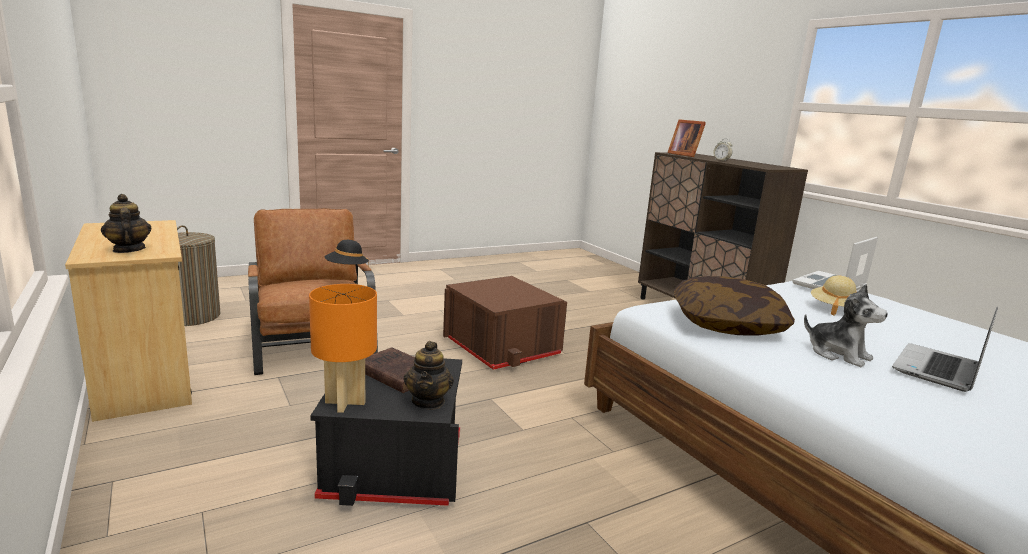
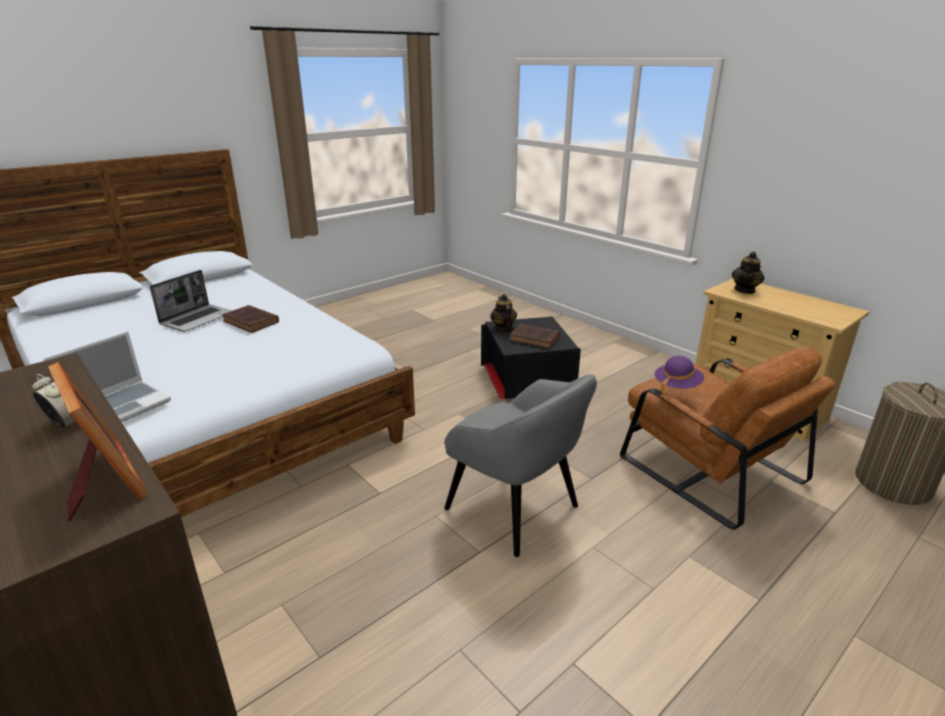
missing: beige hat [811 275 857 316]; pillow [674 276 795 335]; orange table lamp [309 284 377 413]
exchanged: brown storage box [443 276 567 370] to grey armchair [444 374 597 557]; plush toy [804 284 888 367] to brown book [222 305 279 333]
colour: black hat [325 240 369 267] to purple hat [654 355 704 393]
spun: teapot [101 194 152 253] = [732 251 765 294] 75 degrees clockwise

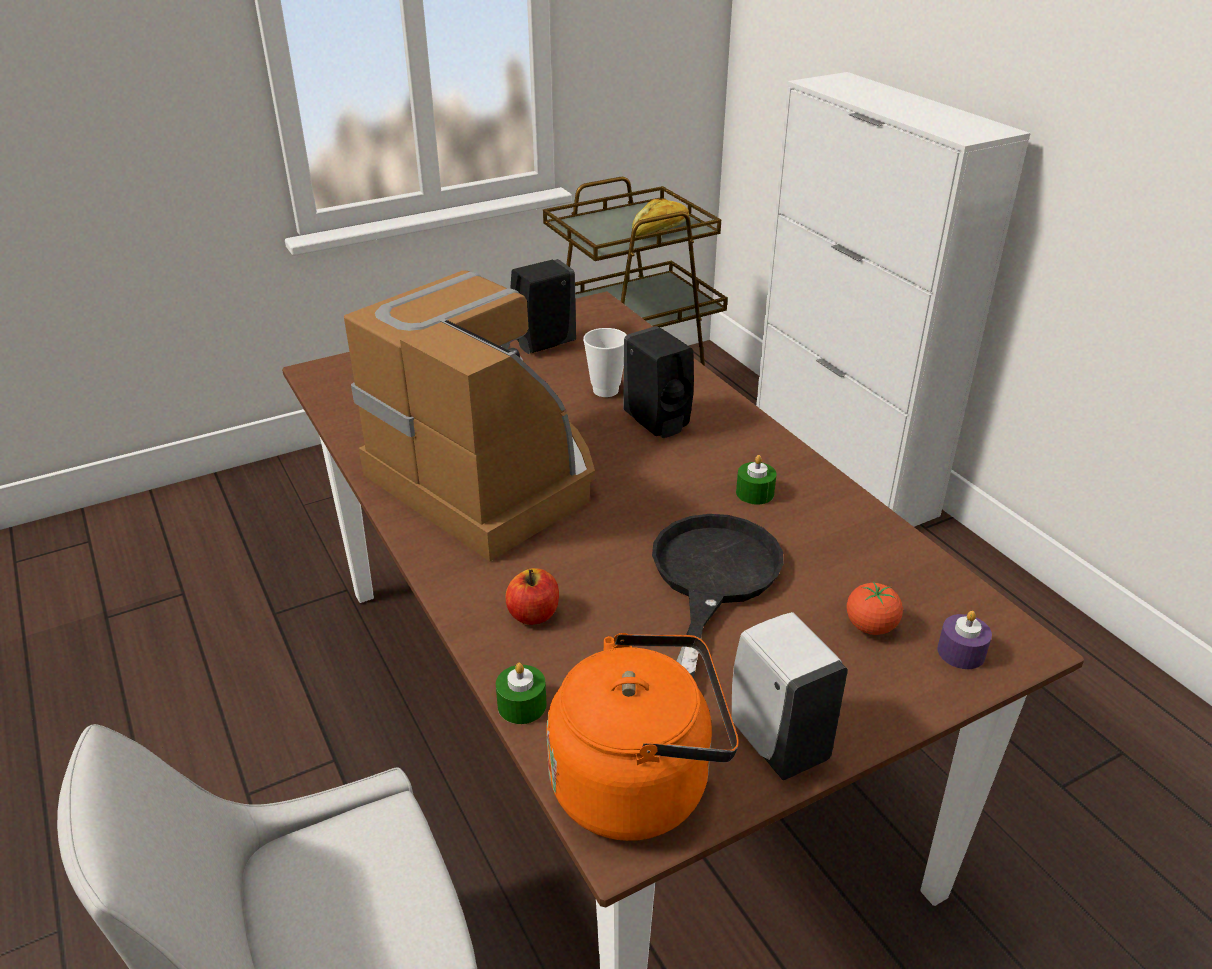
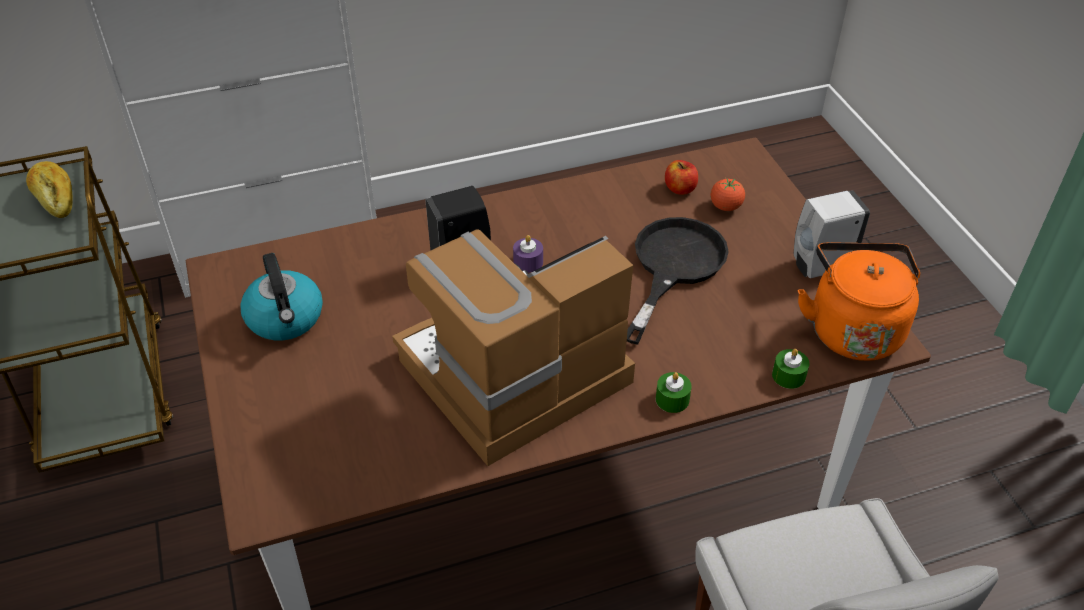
missing: cup [583 328 627 397]
relocated: green candle [736 455 777 505] to [656 372 692 413]; apple [506 568 559 625] to [665 160 698 195]; purple candle [937 611 992 669] to [513 235 543 273]
exchanged: black soap dispenser [511 259 576 354] to kettle [240 253 323 340]
spun: black frying pan [652 514 784 679] = [627 217 729 345] 90 degrees clockwise

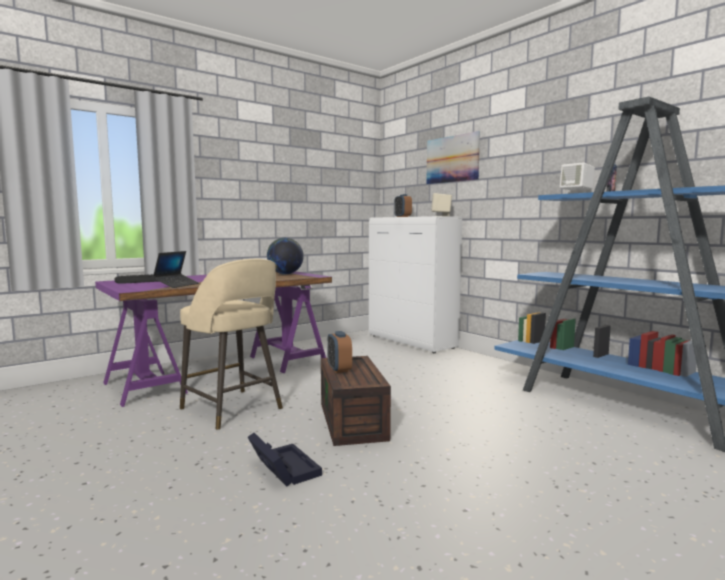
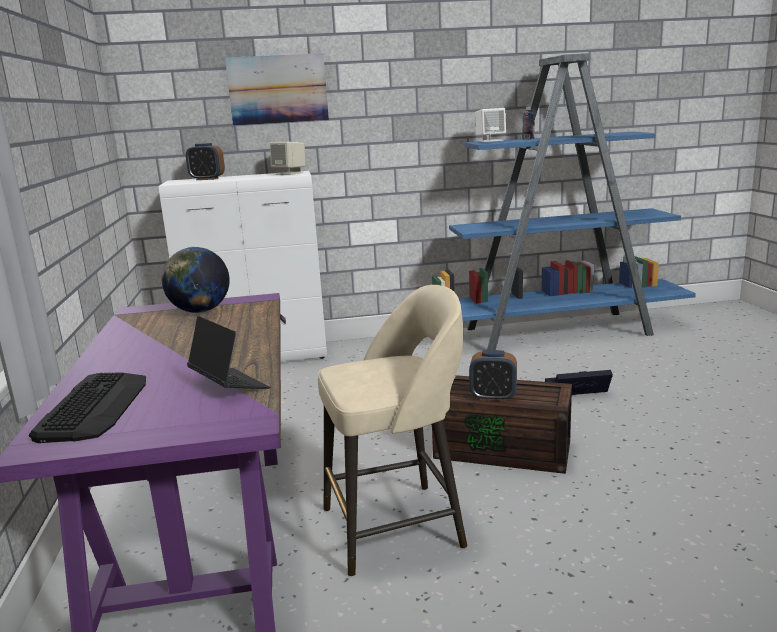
relocated: black storage box [248 433 322 487] to [545 370 613 395]

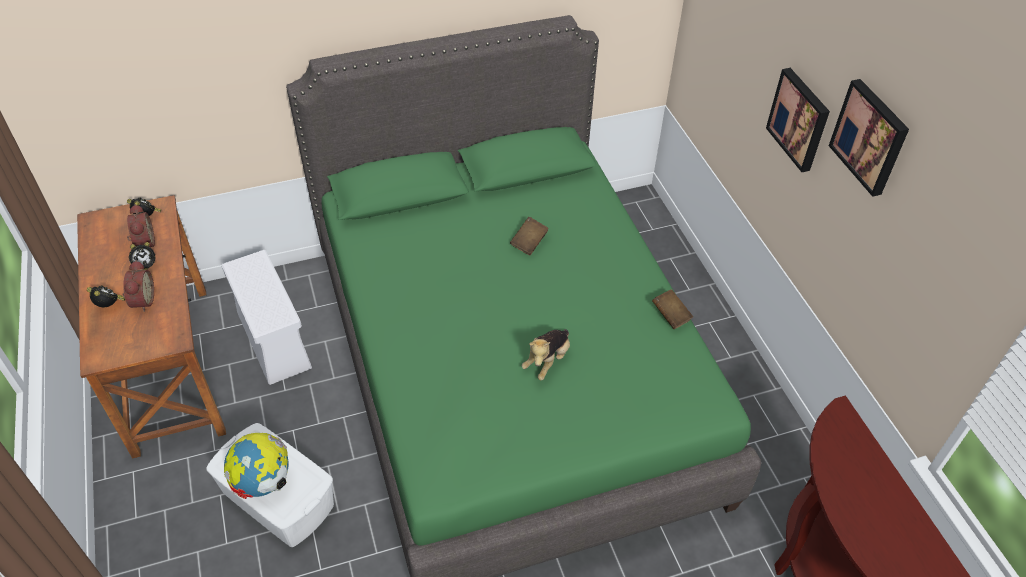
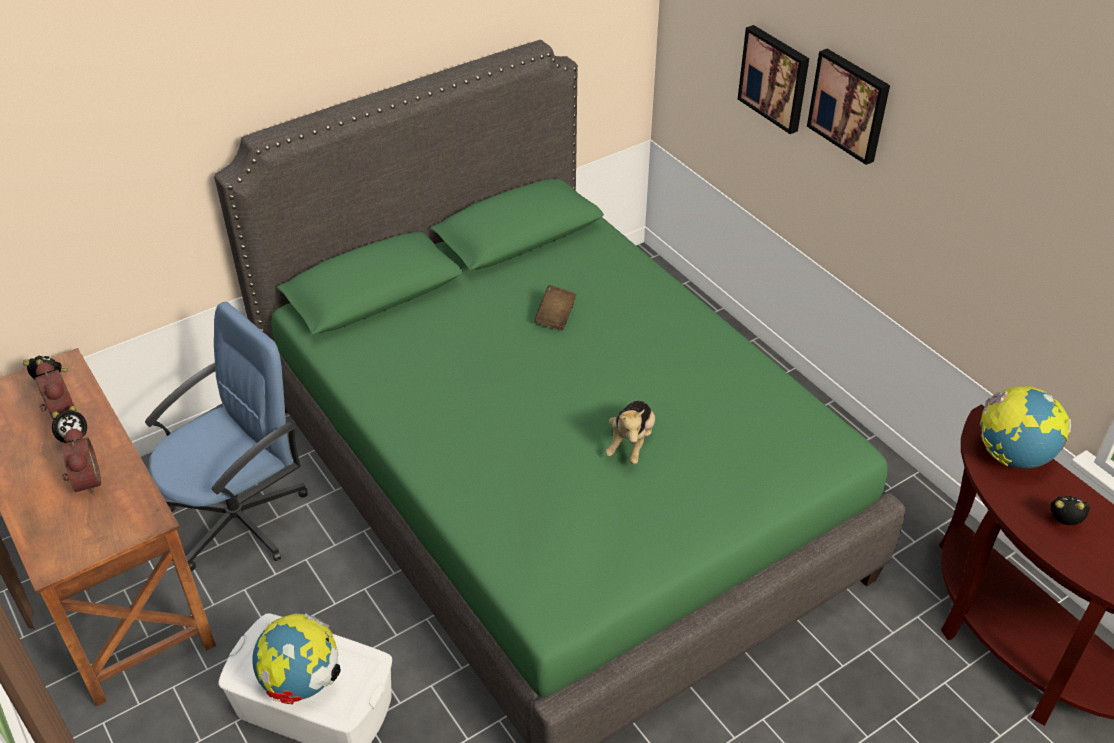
missing: brown book [652 289 693 329]
appeared: globe [980 386 1071 469]
relocated: picture [829 79 909 197] to [738 25 809 134]; alarm clock [87 285 125 307] to [1051 495 1090 525]
exchanged: white storage box [222 250 312 385] to blue office chair [145 302 308 571]

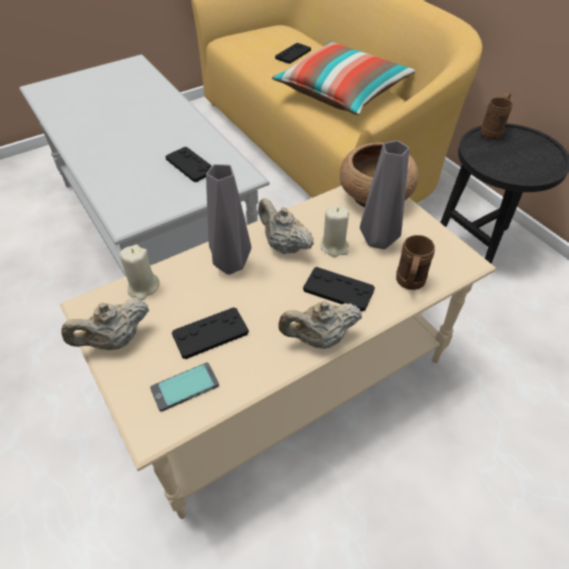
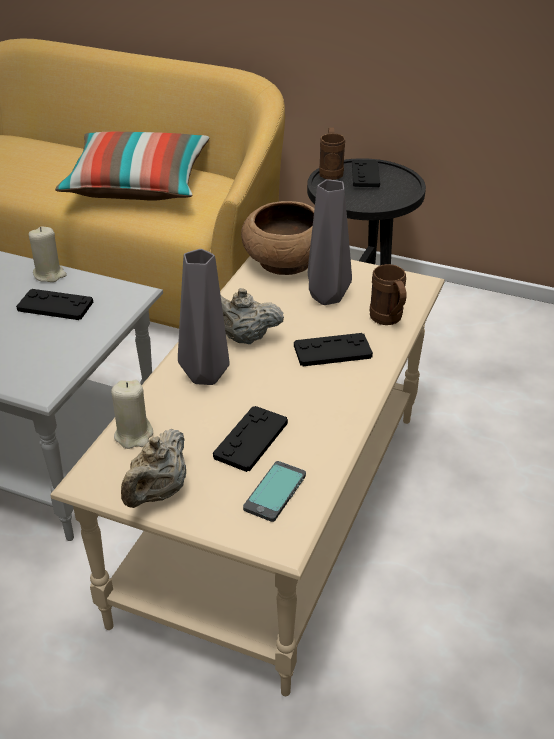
missing: beige teapot [279 301 362 349]
relocated: black game controller [275 43 311 64] to [352 160 380 187]; beige candle [321 205 349 257] to [29 227 67 282]

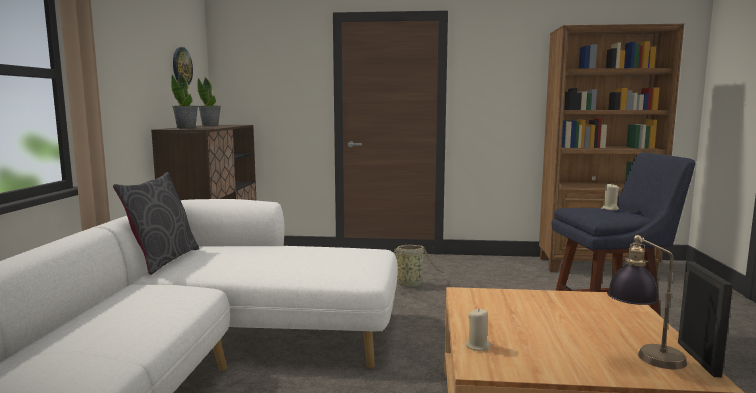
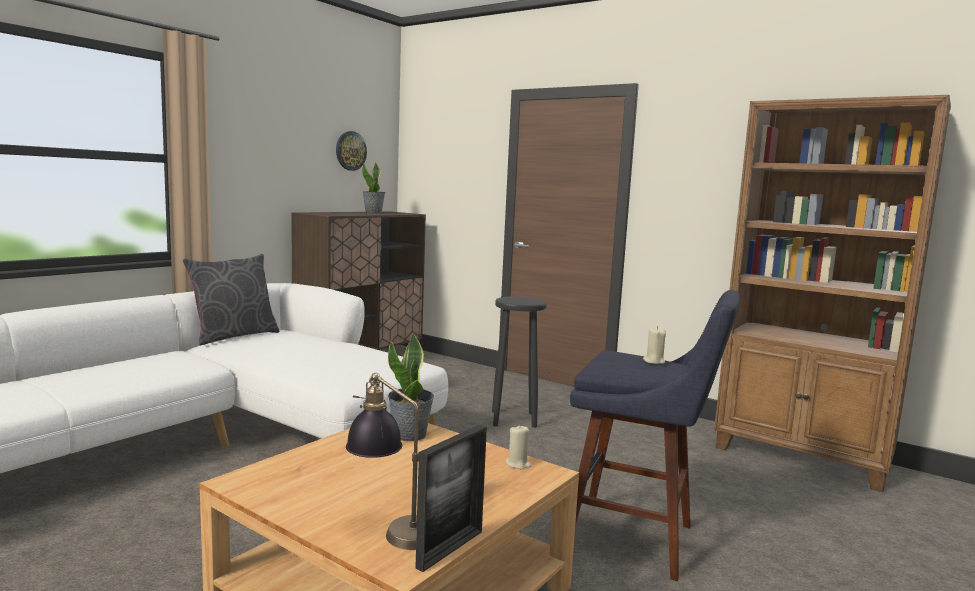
relocated: potted plant [171 73 198 129] to [388 332 434 441]; beige candle [465 308 491 351] to [506 425 531 469]
exchanged: basket [394 245 444 287] to black stool [492 296 547 428]

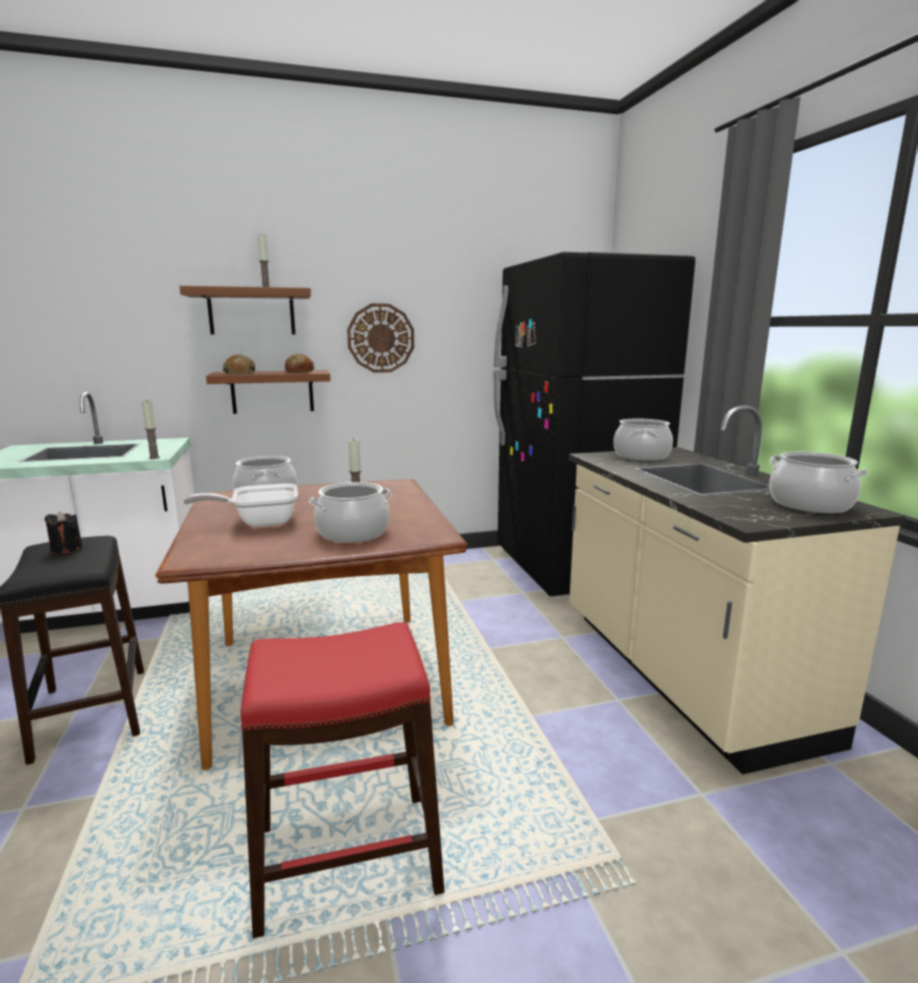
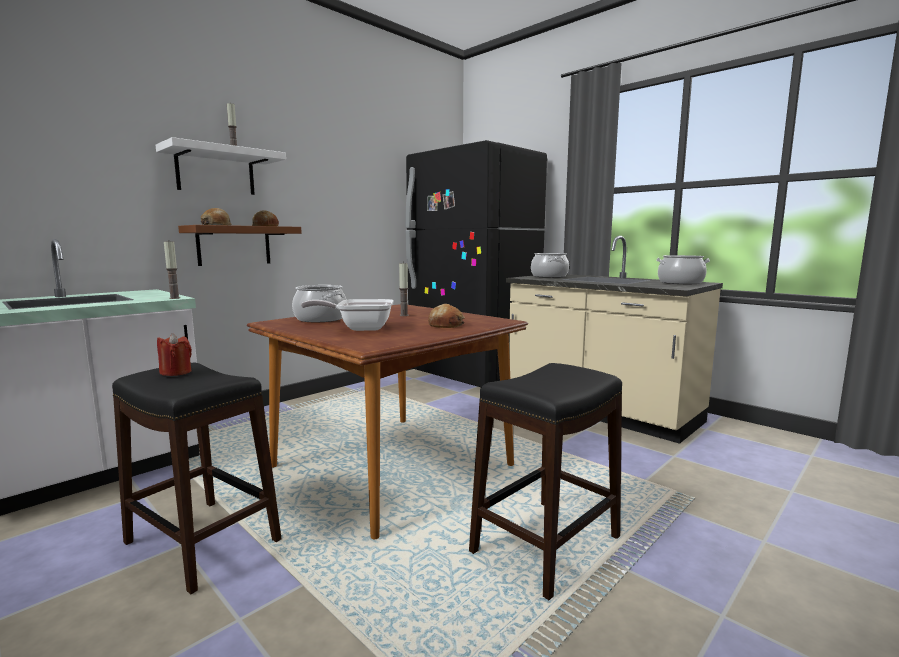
missing: wall clock [347 303 414 373]
exchanged: cooking pot [309 482 392 543] to bread [428 304 465 328]
colour: brown shelf [180 286 311 335] to white shelf [156 137 286 195]; black candle [45 512 82 554] to red candle [157 333 192 376]; red stool [241 622 445 938] to black stool [469 363 622 600]
spun: frying pan [183 483 298 527] = [301 299 394 331] 45 degrees clockwise

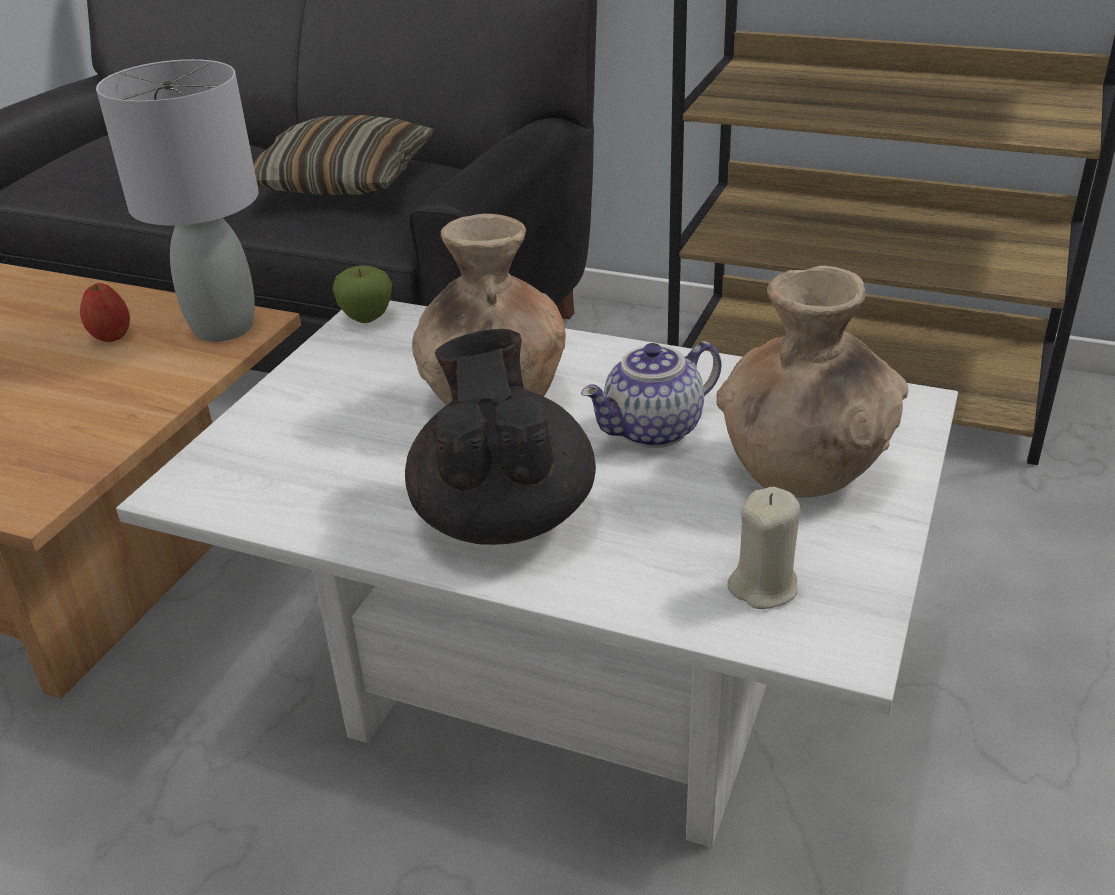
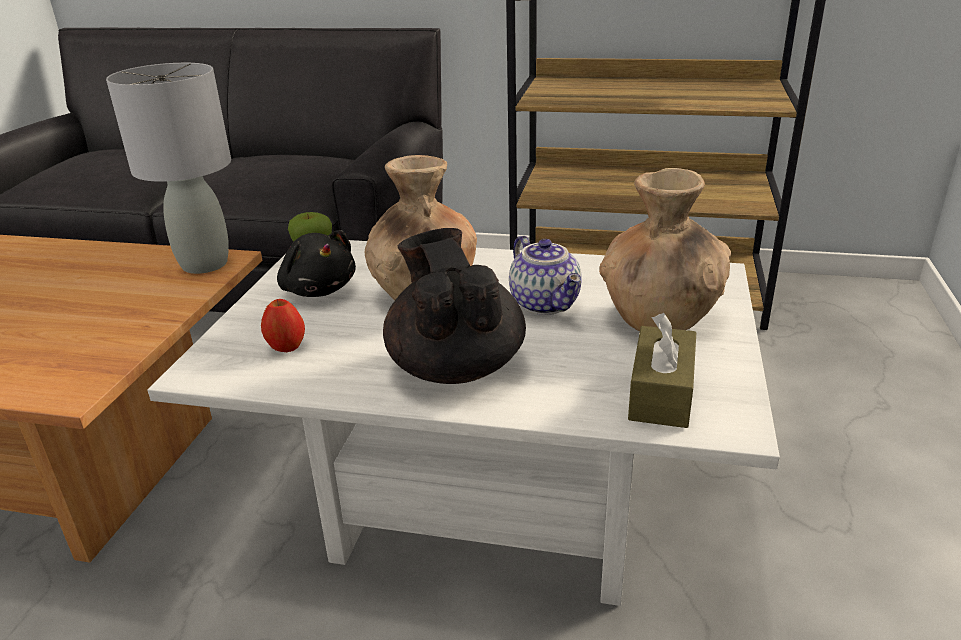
missing: pillow [253 115 434 195]
appeared: black plush toy [277 230 356 297]
relocated: apple [80 283 130 342] to [261 299 305 352]
exchanged: beige candle [727 487 801 609] to brown tissue box [628 313 696 428]
spun: teapot [581 341 721 448] = [509 235 582 315] 75 degrees counterclockwise

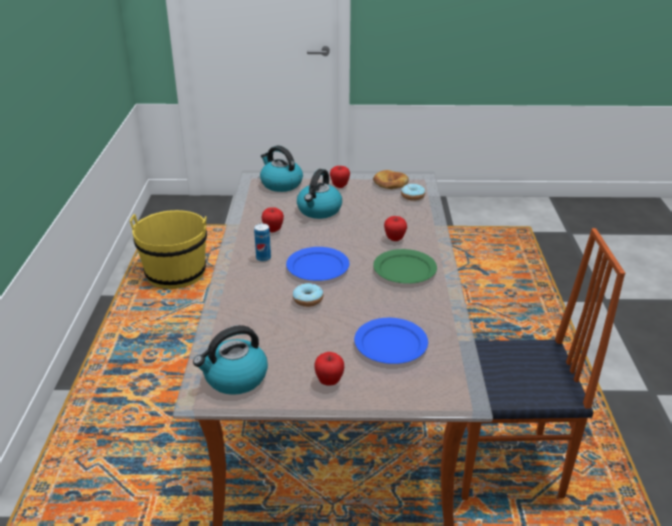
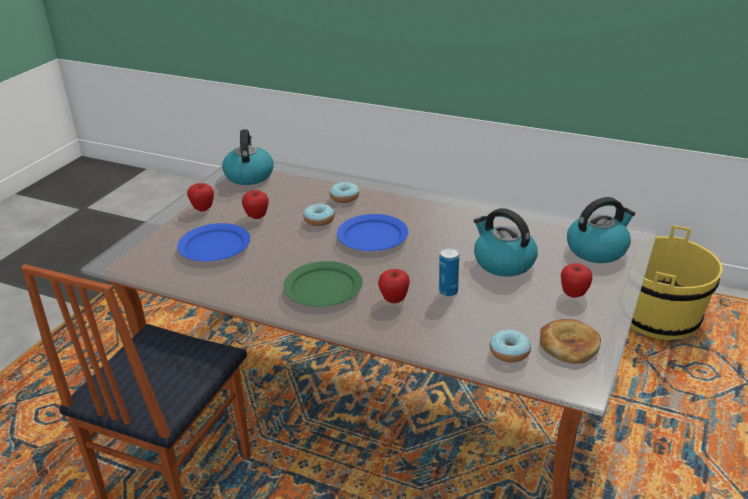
appeared: donut [330 182 359 203]
relocated: apple [261 207 284 232] to [242 190 269 219]; can [254 223 271 262] to [439 247 459 297]

